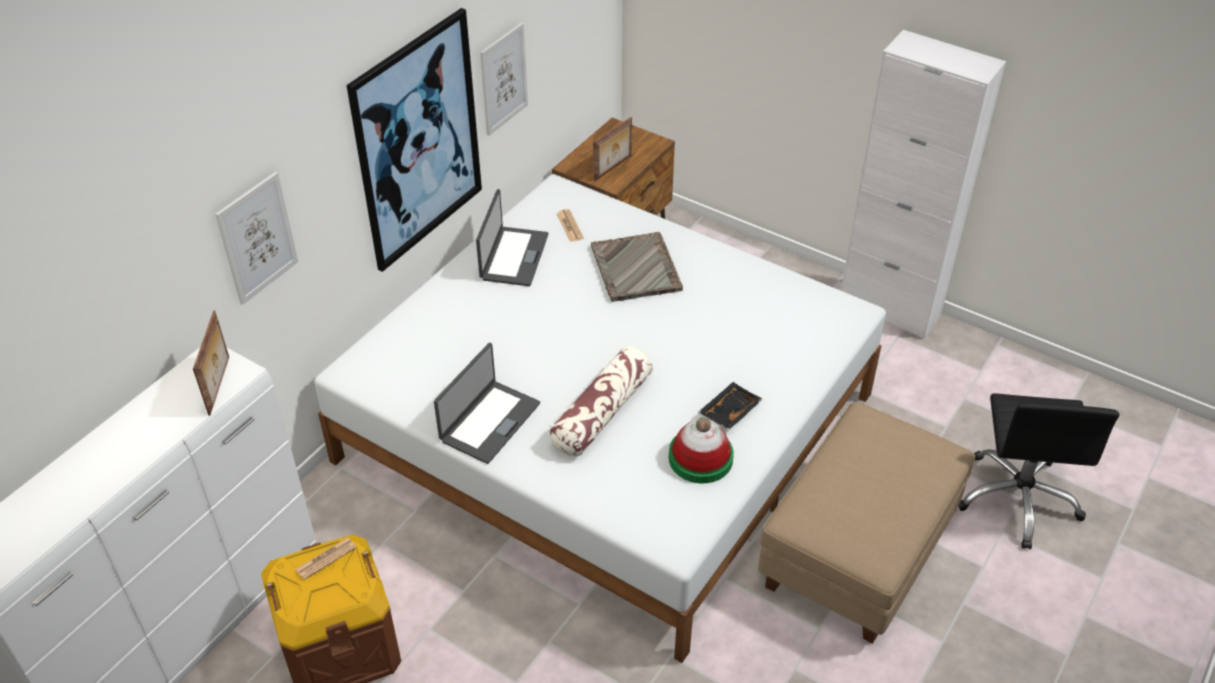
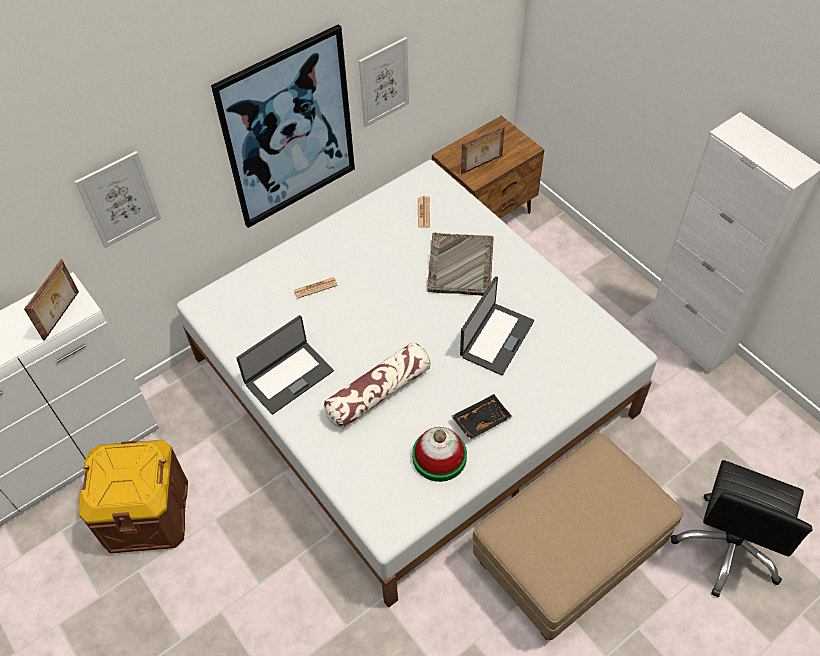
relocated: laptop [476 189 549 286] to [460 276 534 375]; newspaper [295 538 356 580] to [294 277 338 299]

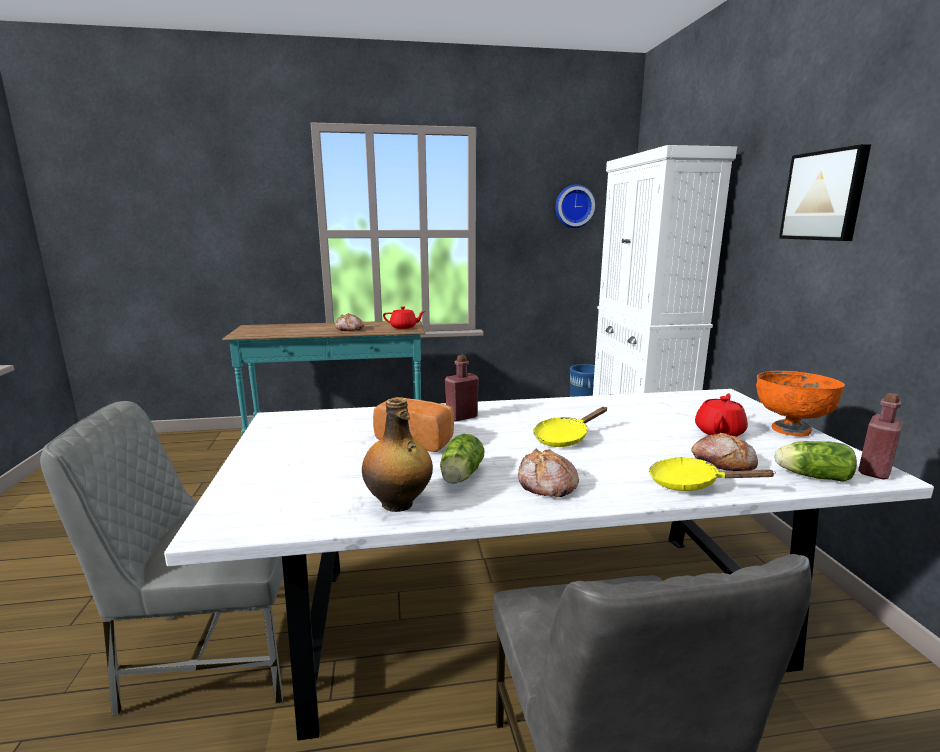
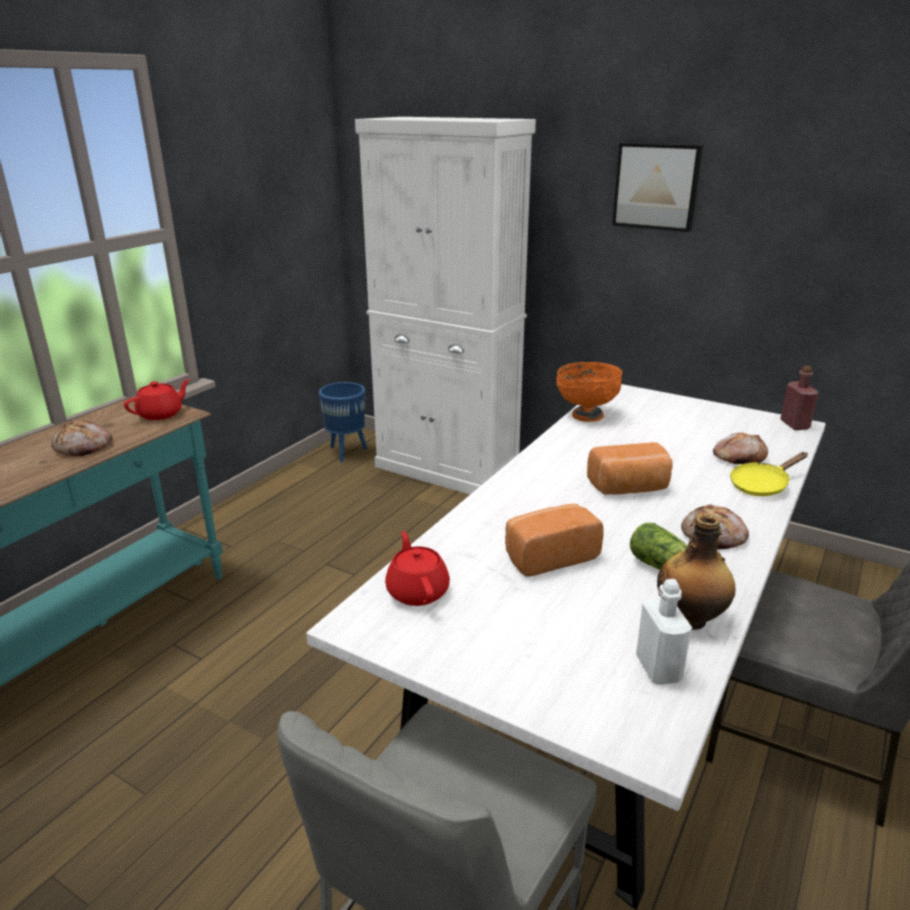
missing: wall clock [555 184 596 228]; red bottle [445 355 479 422]; lettuce [775 441 857 482]
appeared: white bottle [636 579 692 685]
relocated: orange bowl [756 371 845 436] to [556 362 622 422]; red teapot [695 394 748 437] to [385 531 450 606]
exchanged: yellow frying pan [533 407 607 447] to bread [587 442 673 495]

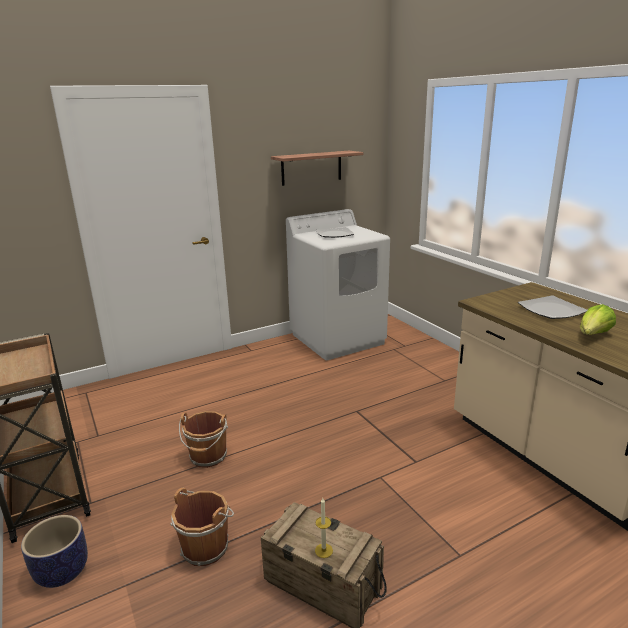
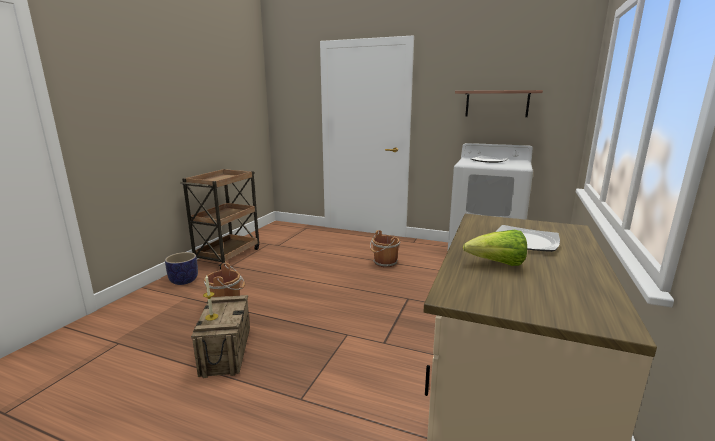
relocated: brown bucket [179 411 228 468] to [370 230 400 267]

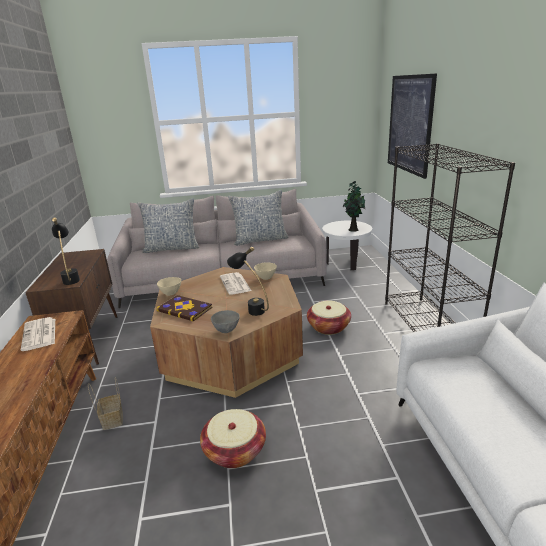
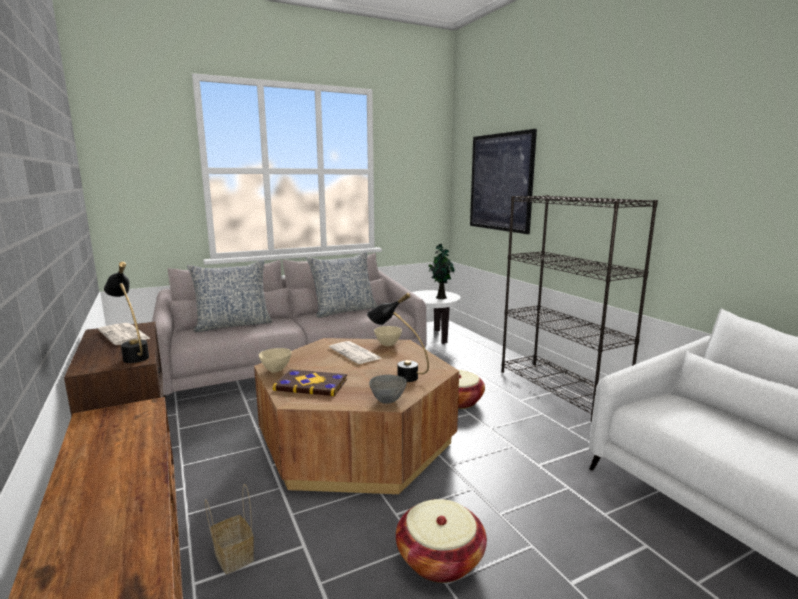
relocated: newspaper [21 317 55 351] to [98 323 151 345]

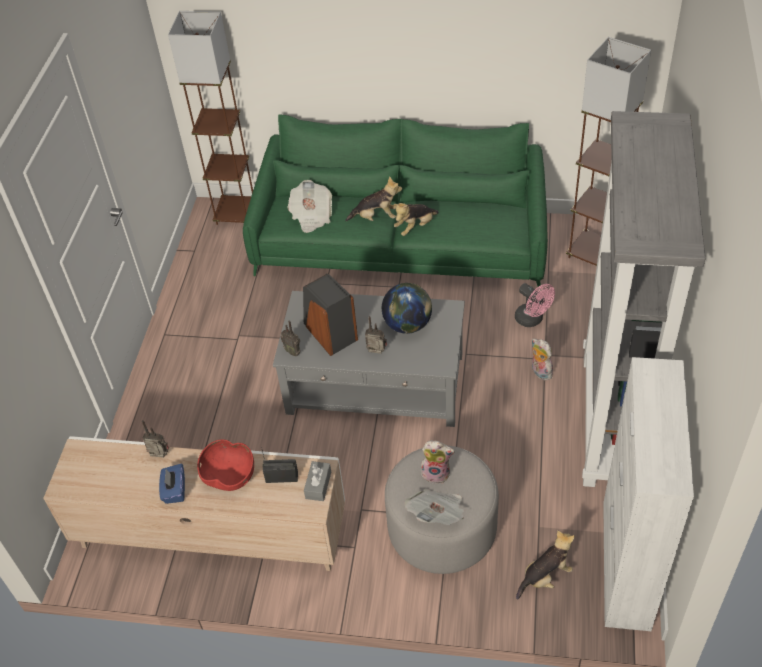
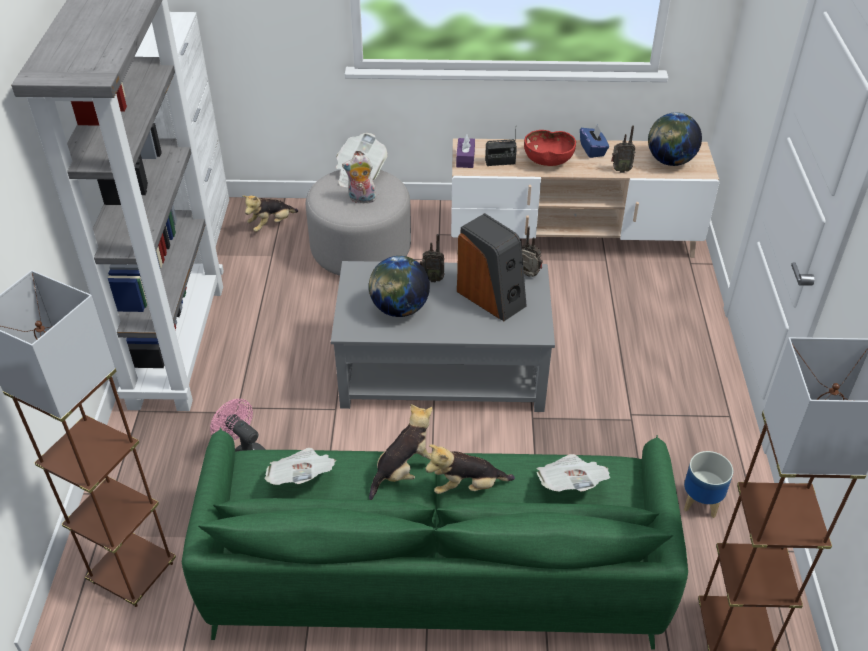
missing: plush toy [532 338 553 380]
appeared: globe [648 112 702 166]; newspaper [264 448 336 485]; planter [684 451 733 518]
colour: grey tissue box [304 461 331 501] to purple tissue box [456 134 475 168]

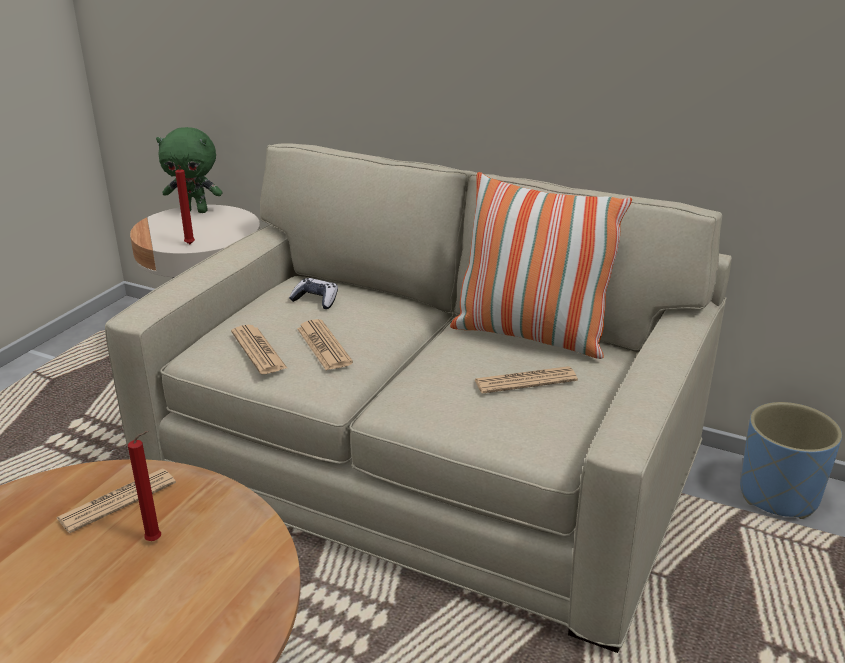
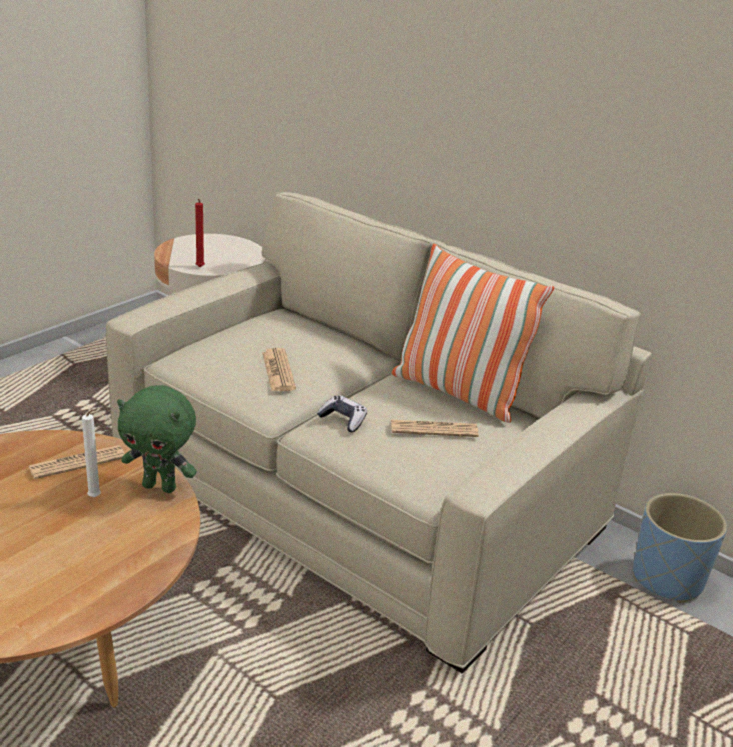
missing: newspaper [231 325 287 374]
relocated: green plush toy [156 127 222 213] to [117 385 197 493]; game controller [289 278 338 309] to [317 395 367 432]
colour: red candle [128 431 161 541] to white candle [82 408 101 497]

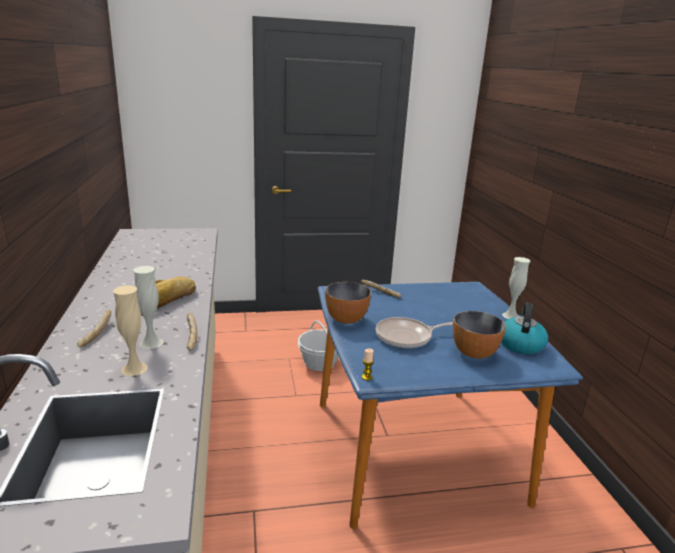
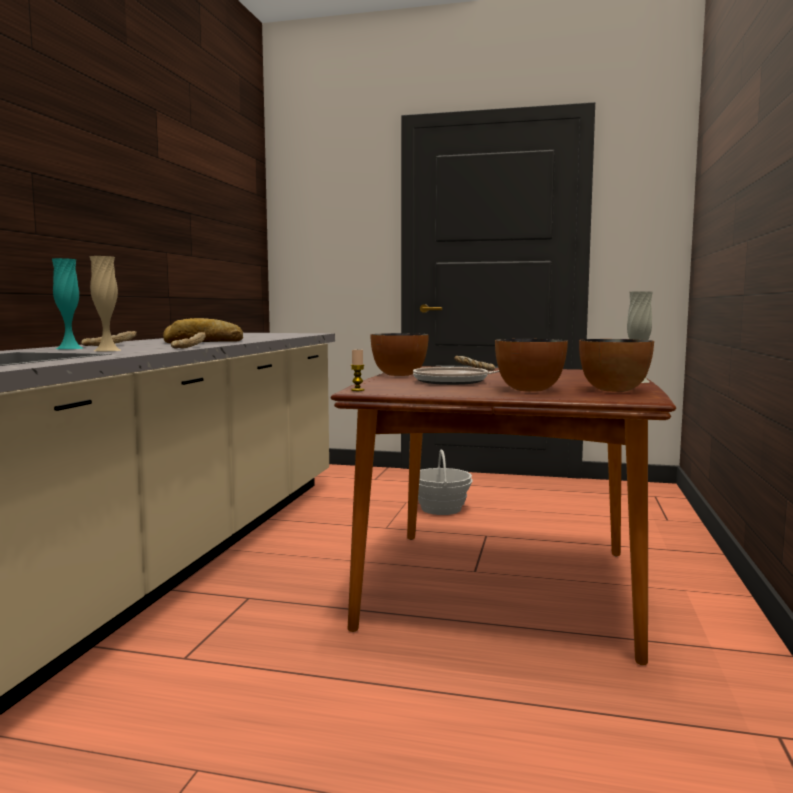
missing: white vase [133 266 163 349]
appeared: turquoise vase [52 258 82 349]
exchanged: kettle [502 302 548 354] to bowl [579 339 654 392]
colour: blue dining table [318 282 583 529] to brown dining table [330 366 676 665]

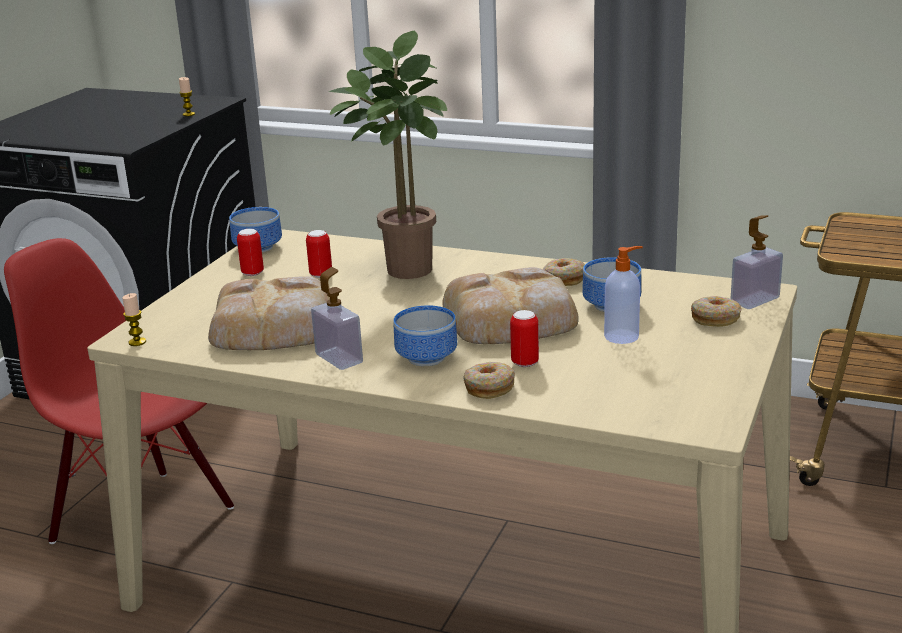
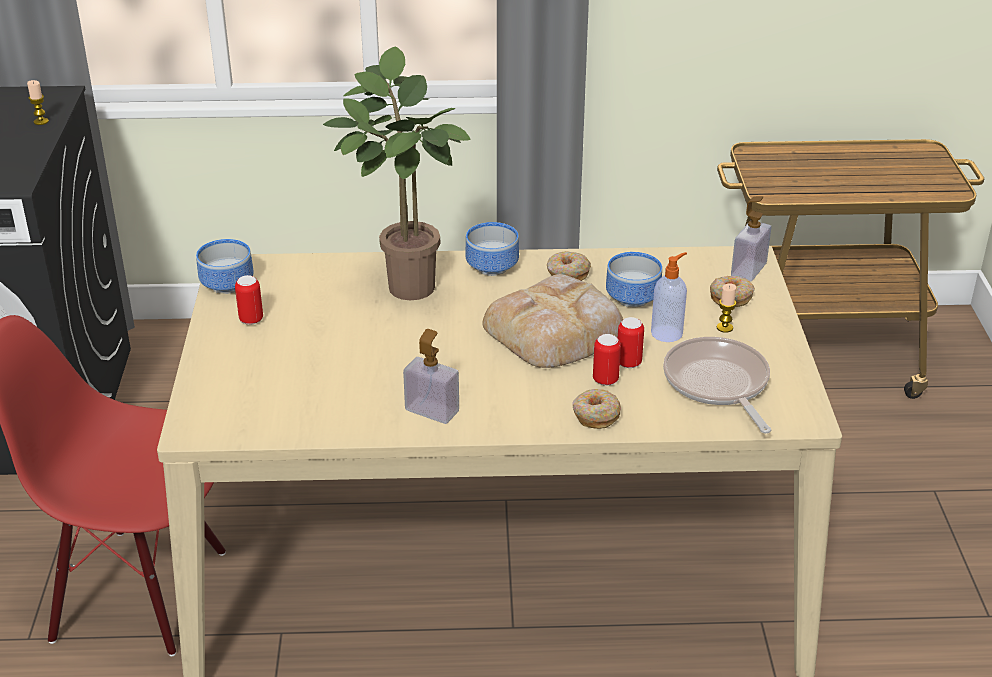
missing: bread [208 276 330 350]
appeared: frying pan [663 337 771 434]
relocated: can [306 230 332 278] to [618 317 644 368]; candle [122 293 146 346] to [717 283 736 333]; bowl [393 305 457 366] to [466 222 519 276]

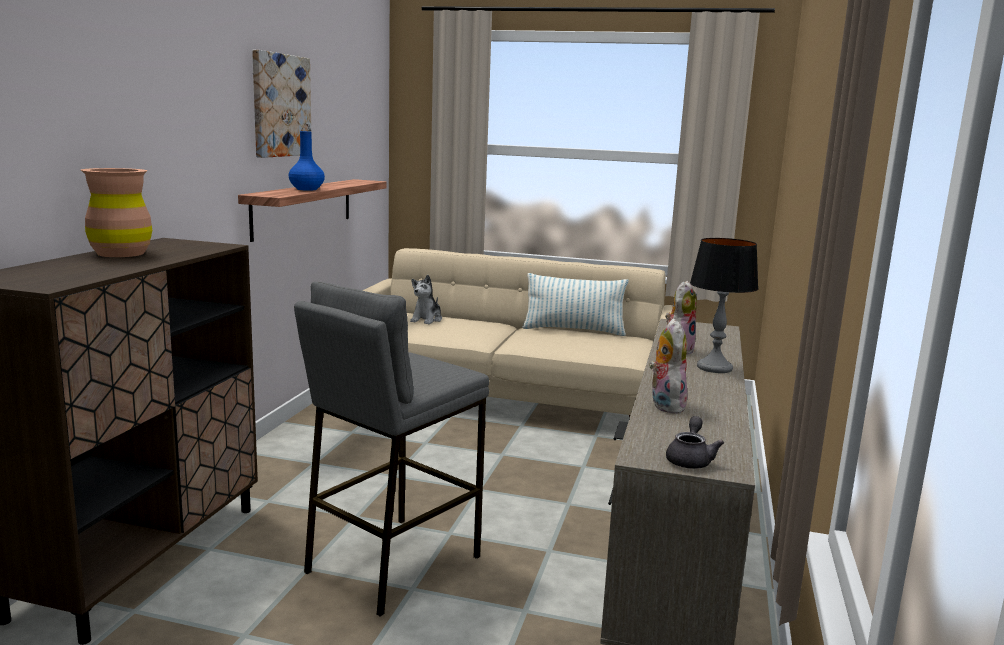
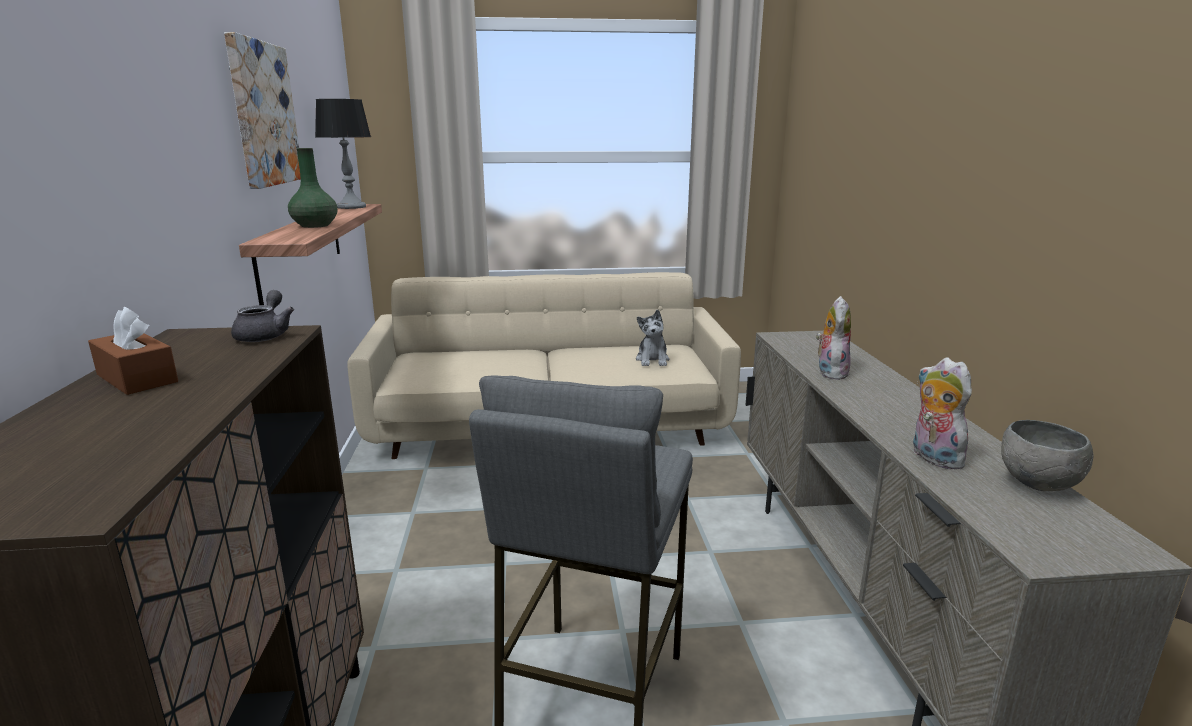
missing: pillow [523 273 629 336]
appeared: grey bowl [1001 420 1093 491]
relocated: table lamp [690 238 759 373] to [315 99 371 209]; plush toy [410 275 442 324] to [636 310 669 366]; grey teapot [666 416 724 469] to [231 290 294 342]
exchanged: brown vase [81 168 152 257] to brown tissue box [88 307 178 395]
colour: blue vase [289 131 325 190] to green vase [288 148 338 228]

